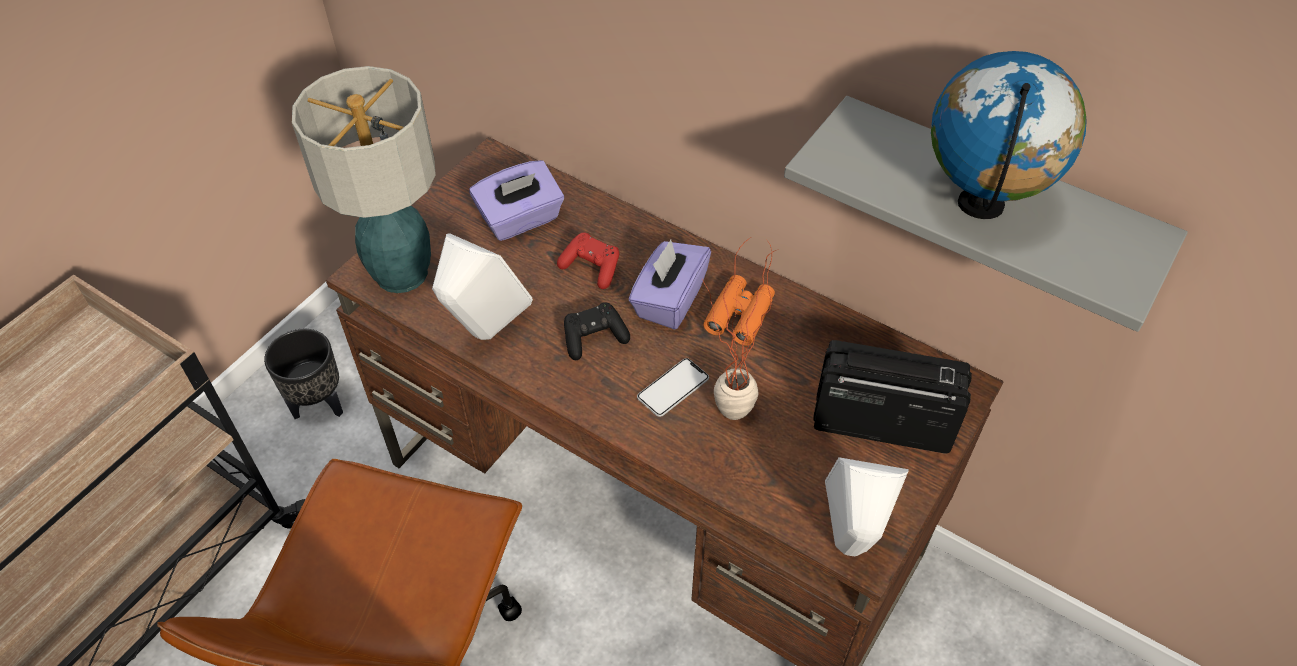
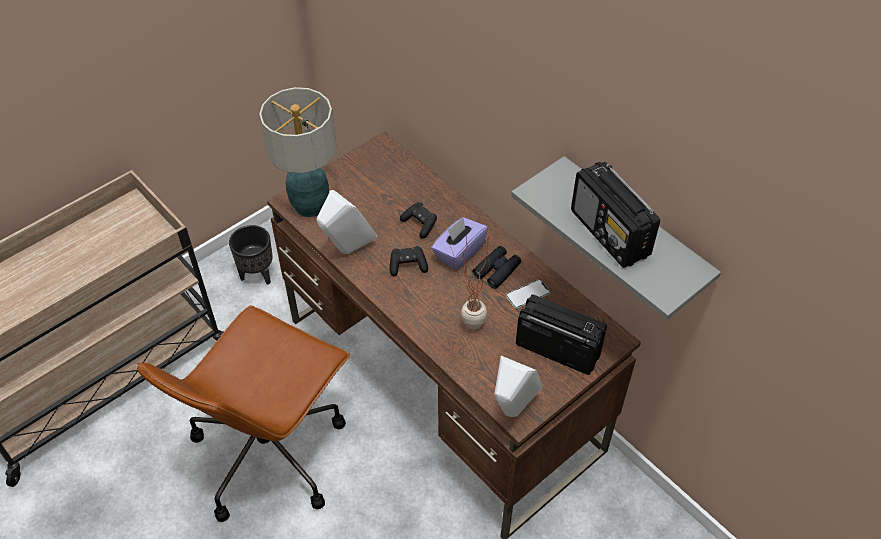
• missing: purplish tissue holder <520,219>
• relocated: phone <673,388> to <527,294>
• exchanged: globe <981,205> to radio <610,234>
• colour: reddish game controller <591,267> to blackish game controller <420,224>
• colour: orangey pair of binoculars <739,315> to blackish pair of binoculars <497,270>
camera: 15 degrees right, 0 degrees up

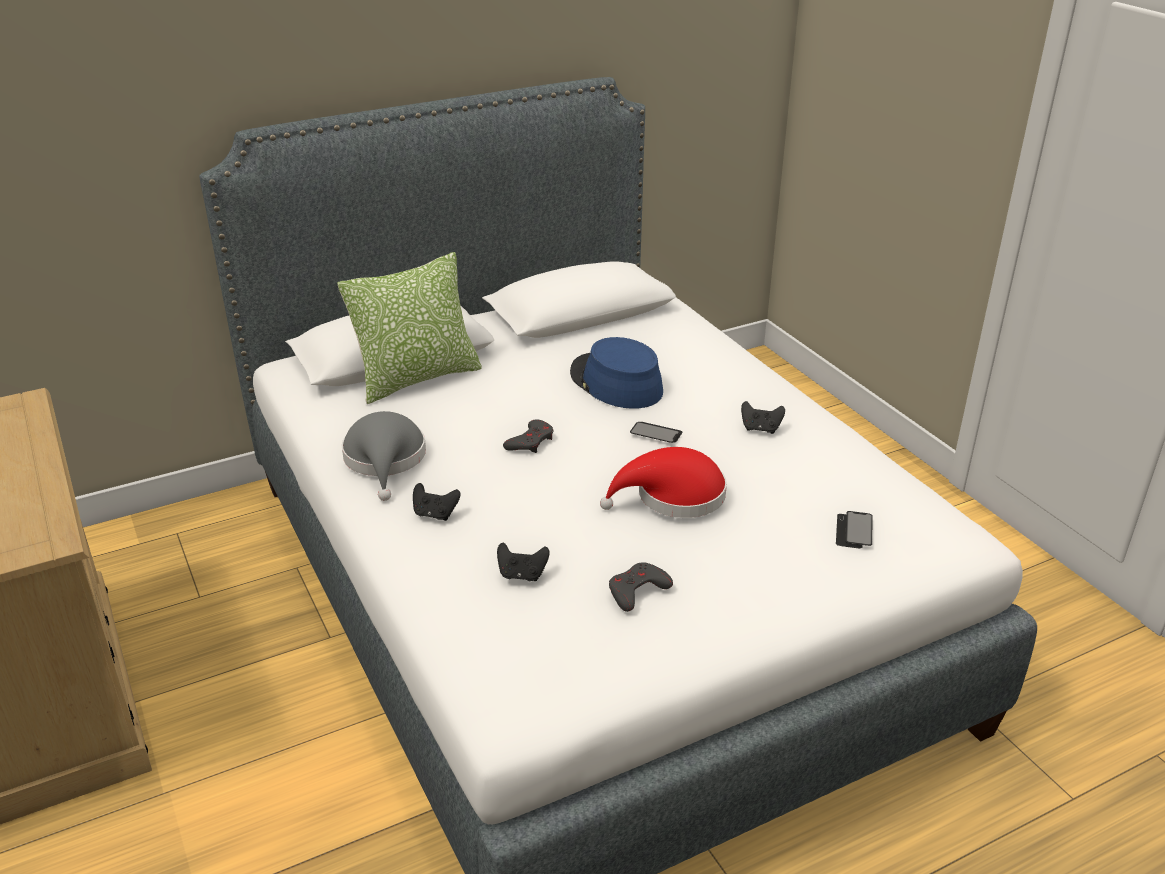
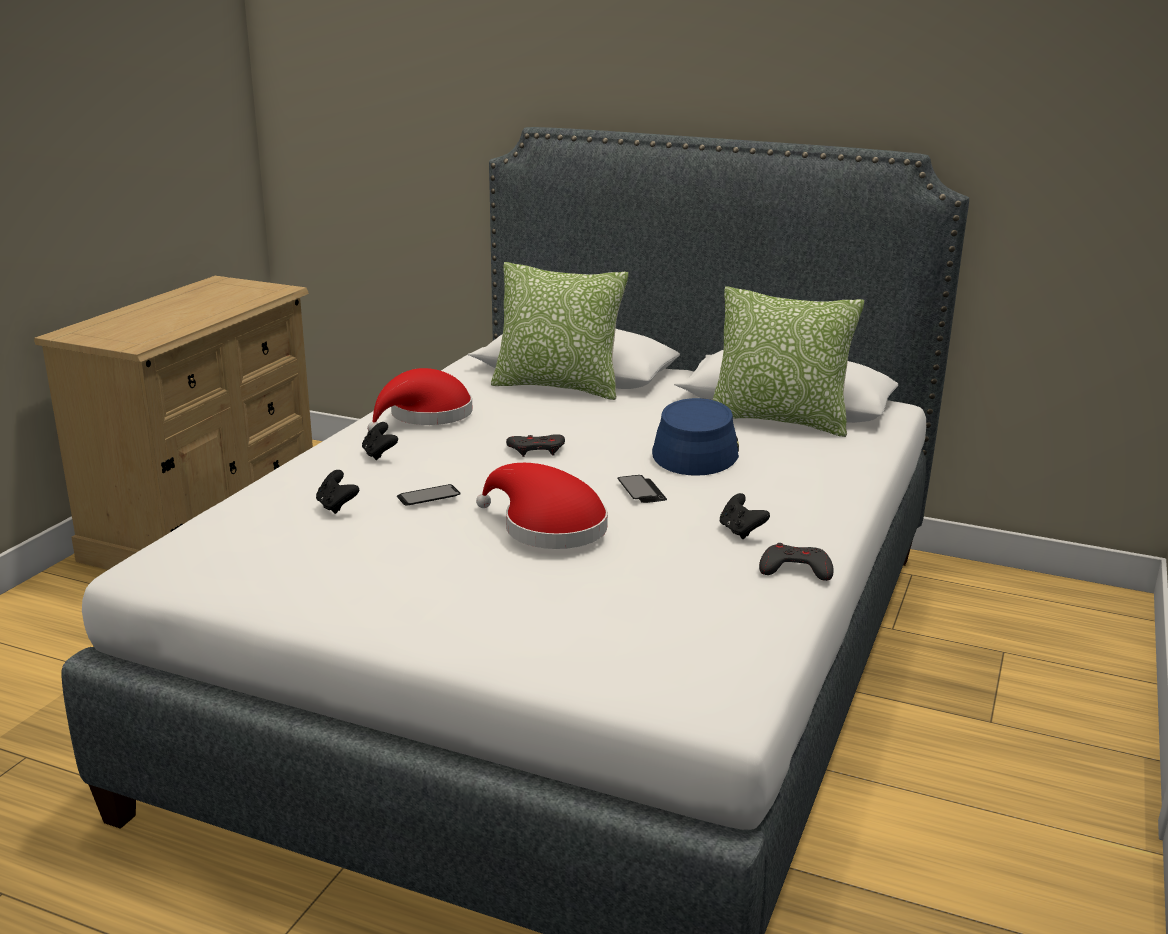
• appeared: pillow <779,421>
• relocated: grey game controller <637,590> to <795,569>
• relocated: phone <854,531> to <428,497>
• colour: grey wearable hat <385,460> to reddish wearable hat <426,416>
camera: 50 degrees right, 10 degrees down

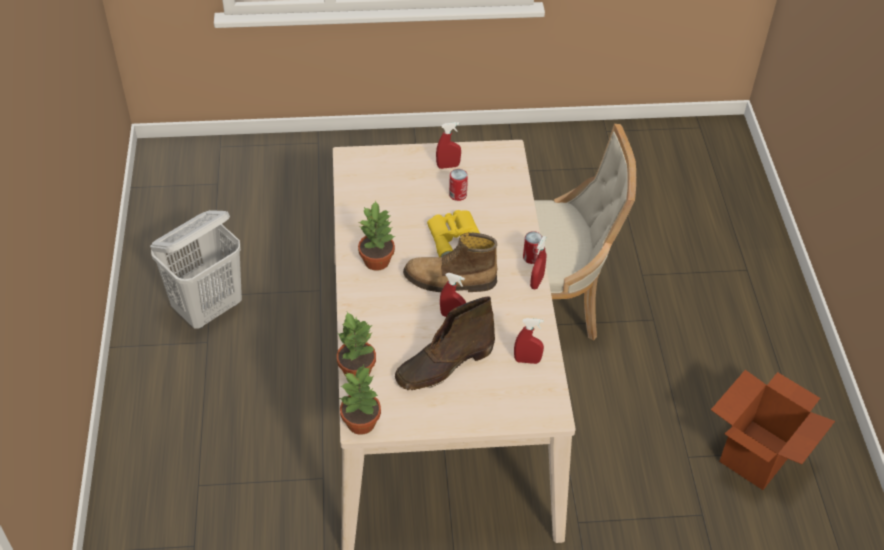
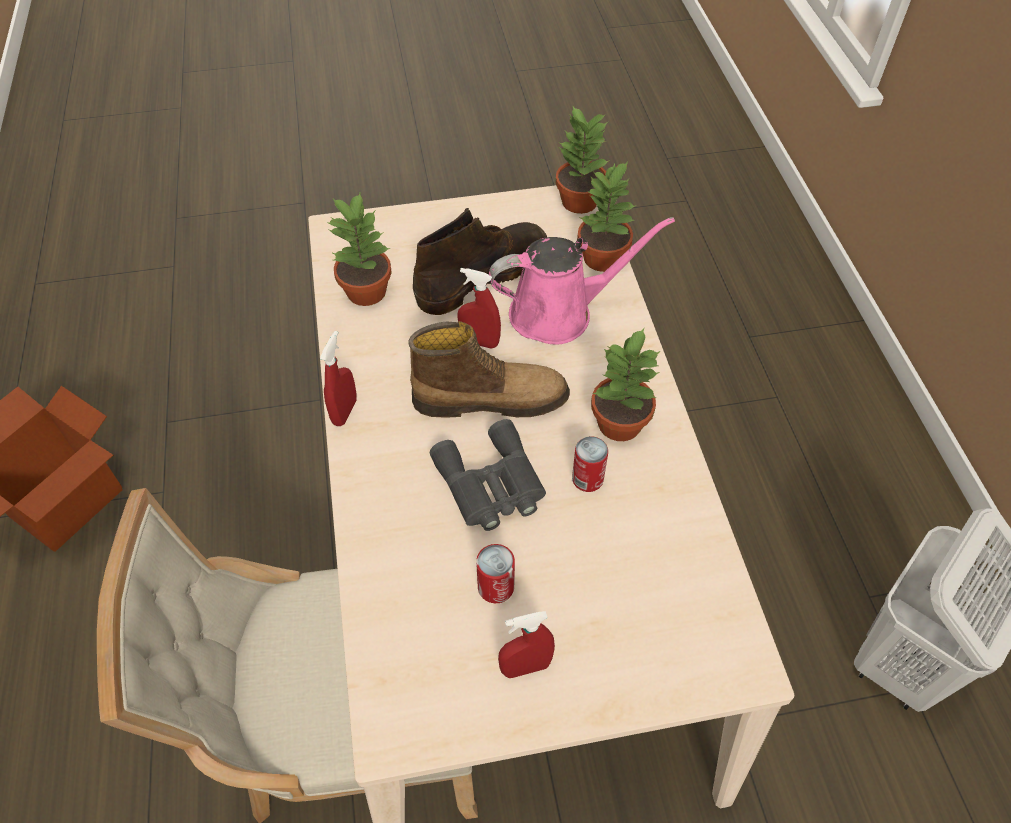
• appeared: pinkish sprinkling can <559,312>
• relocated: can <531,257> to <587,479>
• exchanged: reddish sprayer <527,360> to potted plant <366,290>
• colour: yellowish pair of binoculars <455,237> to grey pair of binoculars <491,485>
camera: 175 degrees right, 5 degrees up

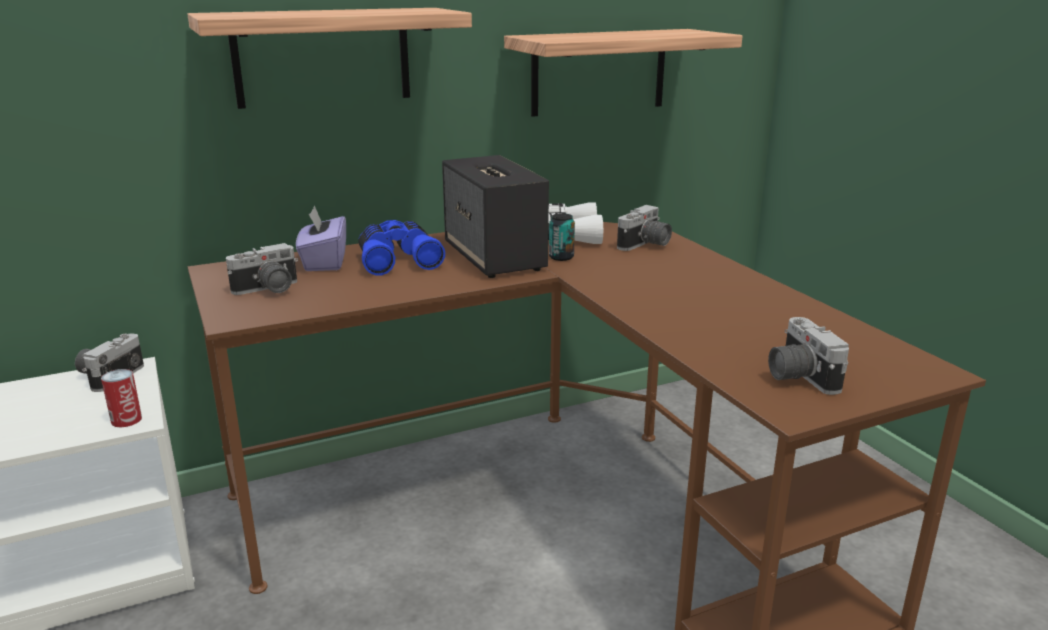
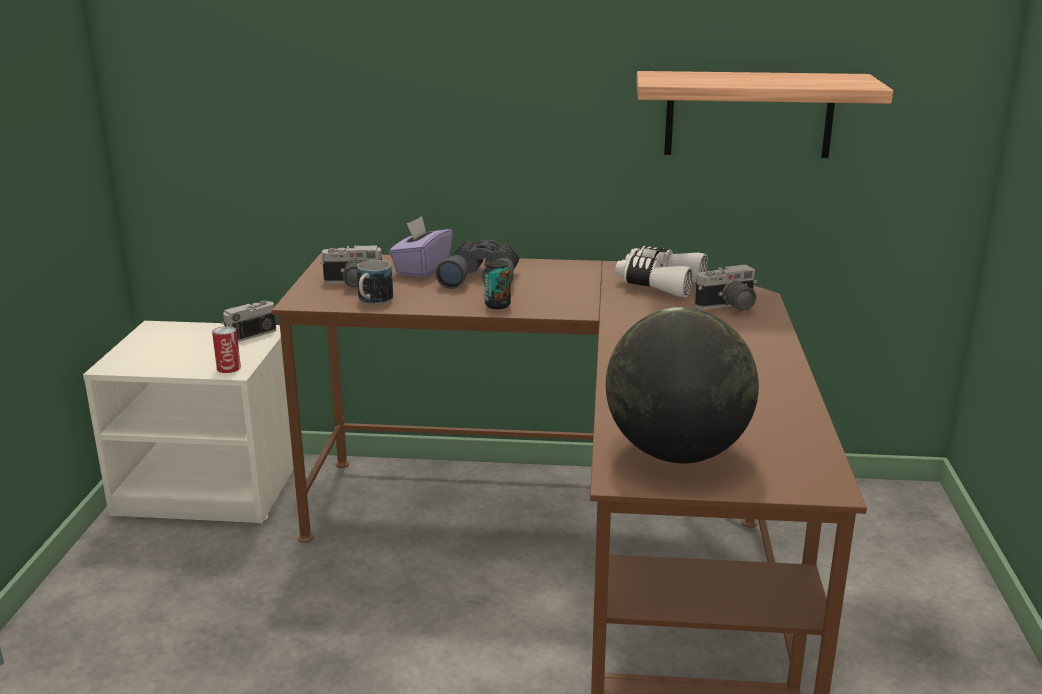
• missing: wall shelf <322,57>
• missing: audio speaker <495,257>
• appeared: coffee mug <372,301>
• relocated: can <561,257> to <497,305>
• exchanged: photo camera <797,376> to globe <677,453>
• colour: blue-coloured pair of binoculars <398,260> to grey pair of binoculars <482,278>
camera: 30 degrees right, 0 degrees up

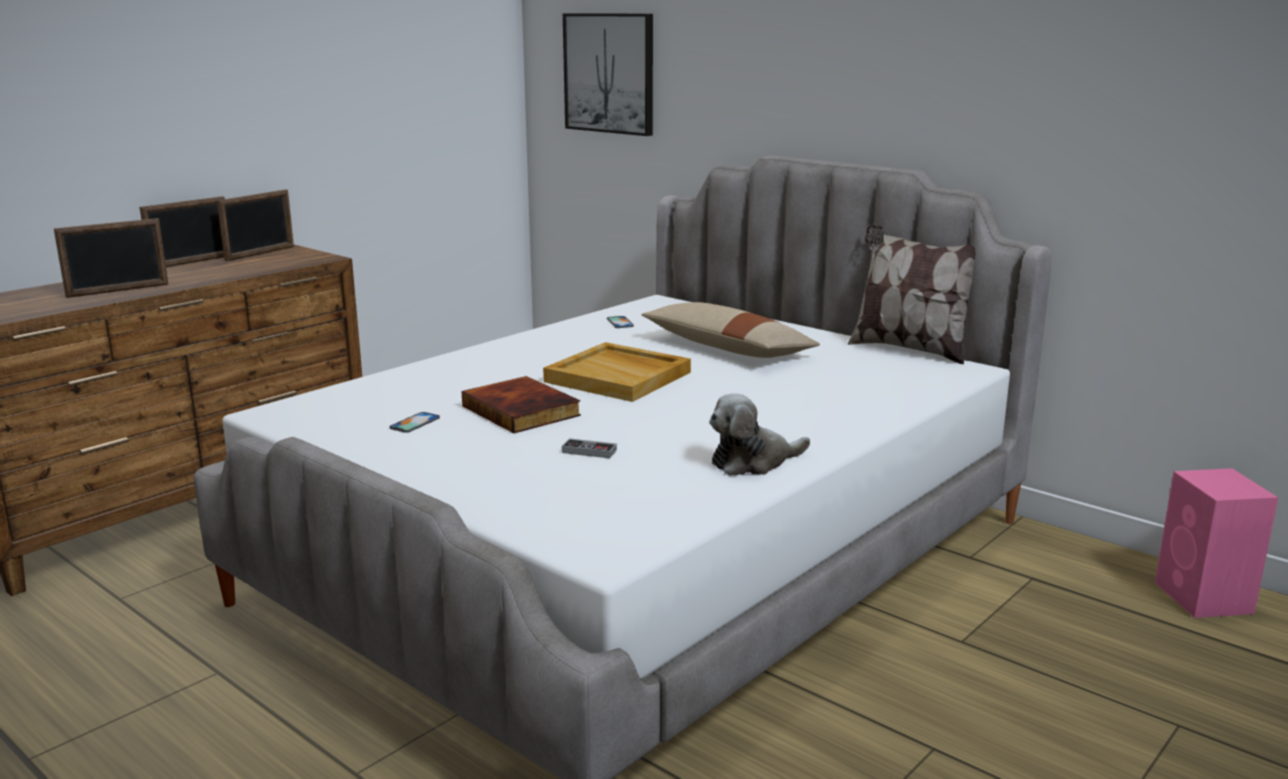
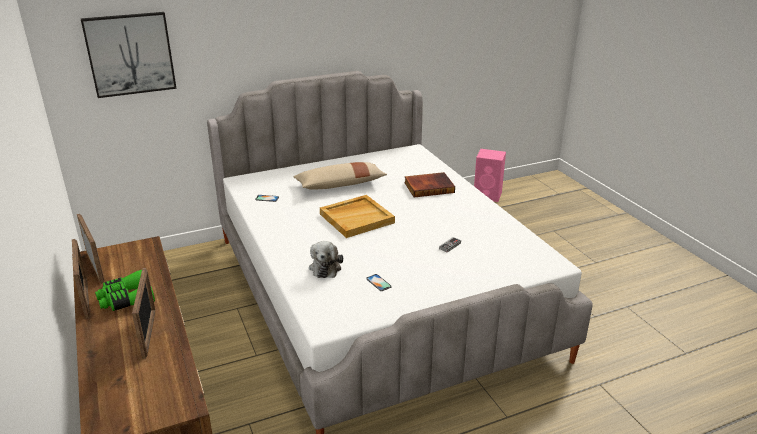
• missing: pillow <909,349>
• appeared: green pair of binoculars <126,299>
• relocated: volume <523,410> to <429,187>
• relocated: soft toy <753,462> to <325,267>
camera: 65 degrees left, 10 degrees up

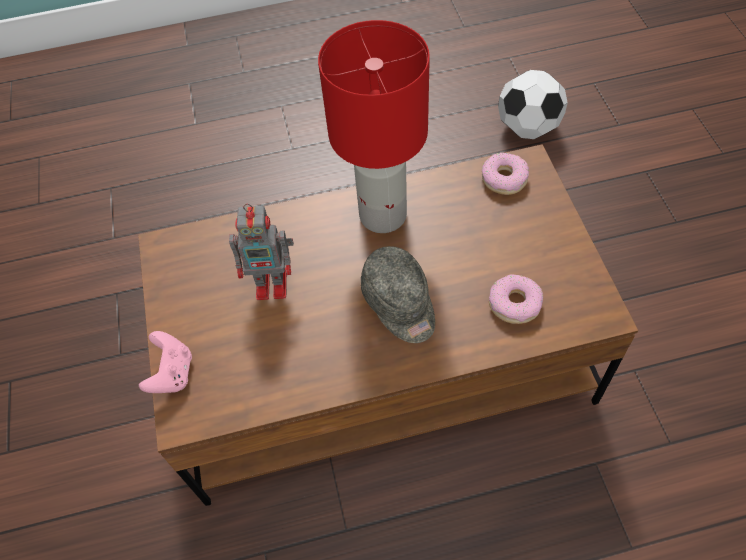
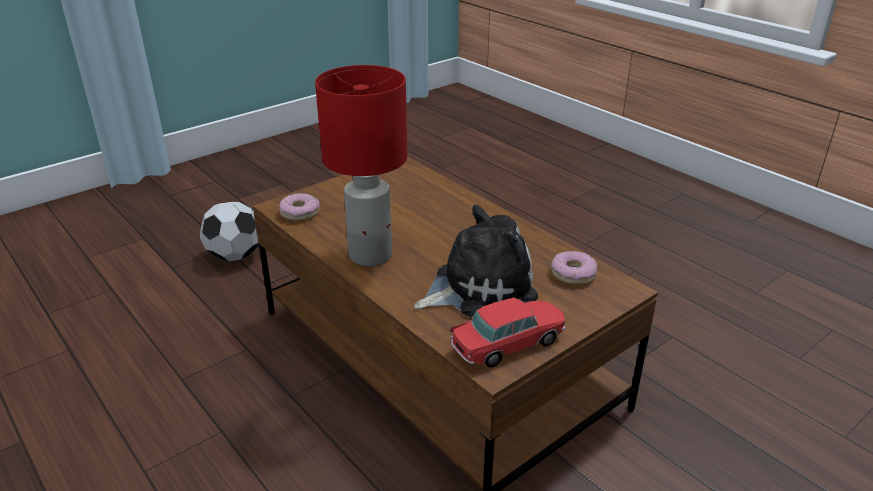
• missing: pinkish game controller <172,373>
• missing: grey cap <400,304>
• appeared: toy car <508,344>
• relocated: donut <514,304> to <573,274>
• relocated: football <528,128> to <235,256>
• exchanged: model robot <274,284> to soft toy <478,287>
camera: 120 degrees left, 25 degrees down

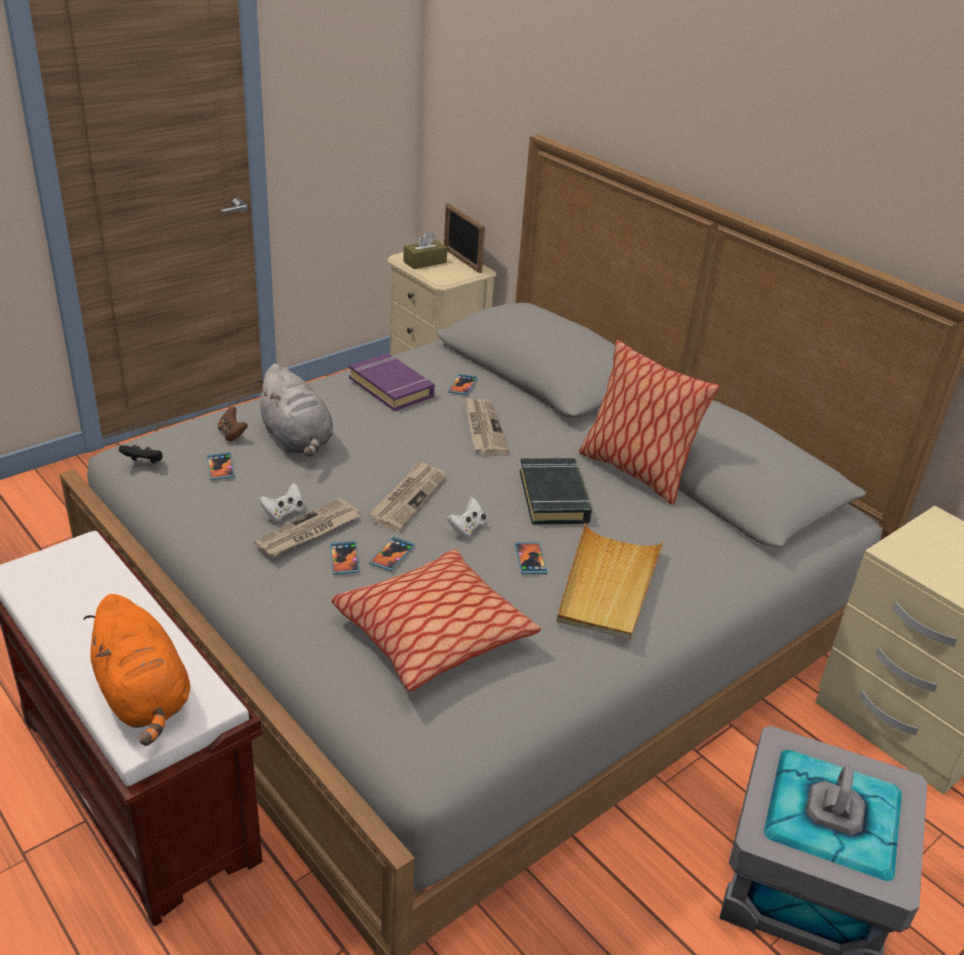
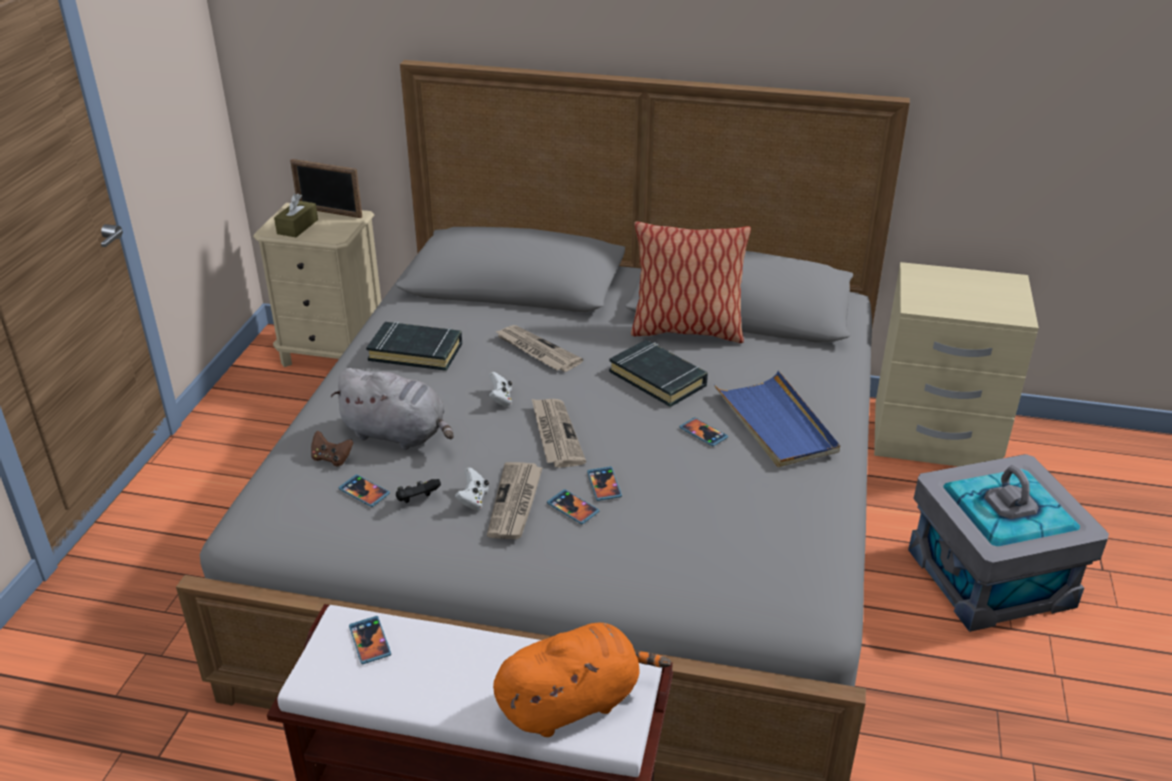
• missing: pillow <433,633>
• relocated: blackish game controller <144,462> to <417,500>
• relocated: whitish game controller <467,528> to <501,399>
• relocated: phone <462,386> to <370,641>
• colour: purplish volume <392,387> to blackish volume <416,351>
• colour: sand-coloured carrying tray <608,586> to blue-coloured carrying tray <776,423>
• spun: orangey soft toy <144,697> = <573,702> 45 degrees counterclockwise
camera: 35 degrees left, 0 degrees up

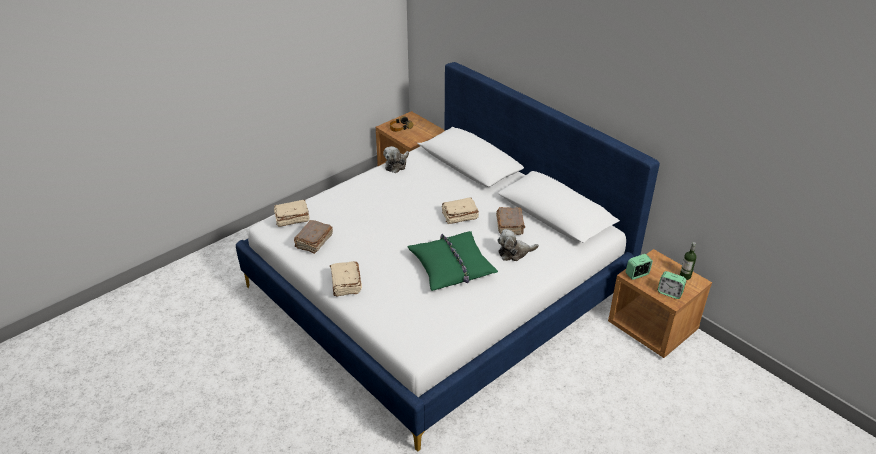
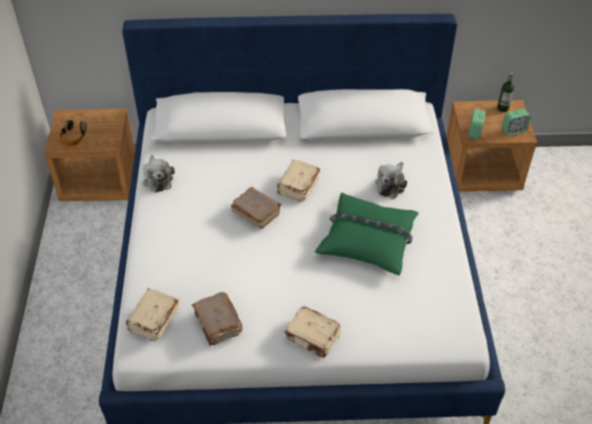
• relocated: brown-coloured volume <510,226> to <255,213>
camera: 50 degrees left, 10 degrees up

